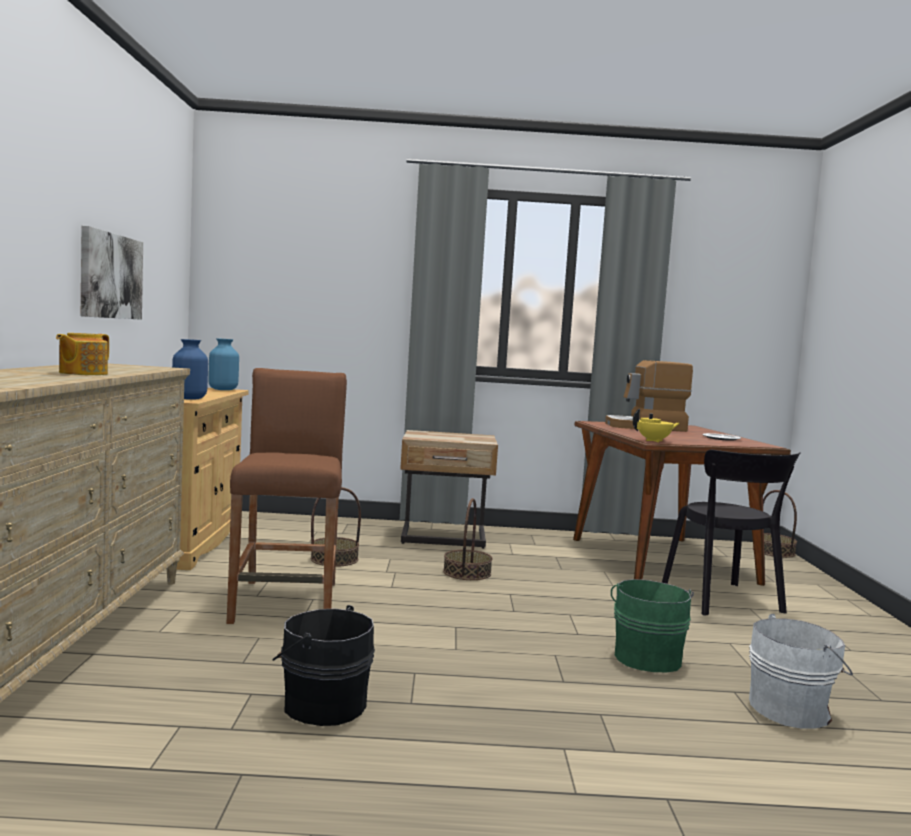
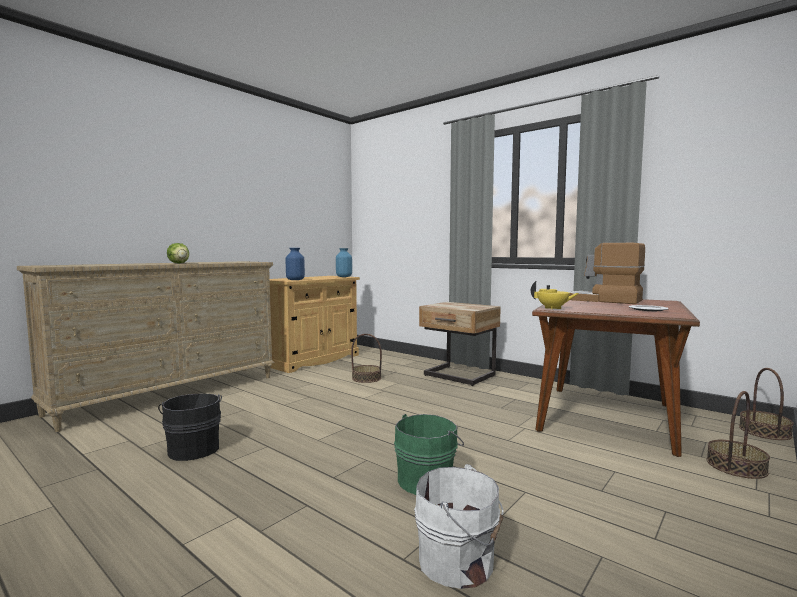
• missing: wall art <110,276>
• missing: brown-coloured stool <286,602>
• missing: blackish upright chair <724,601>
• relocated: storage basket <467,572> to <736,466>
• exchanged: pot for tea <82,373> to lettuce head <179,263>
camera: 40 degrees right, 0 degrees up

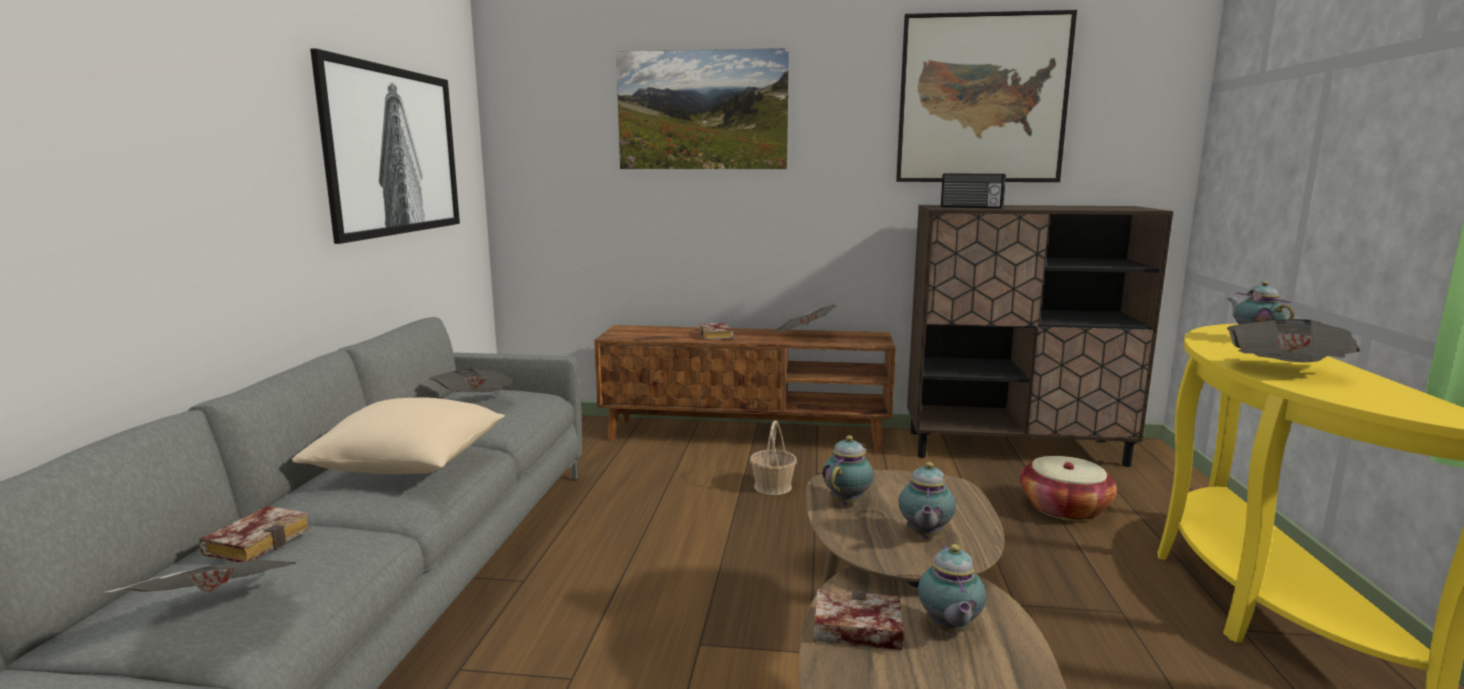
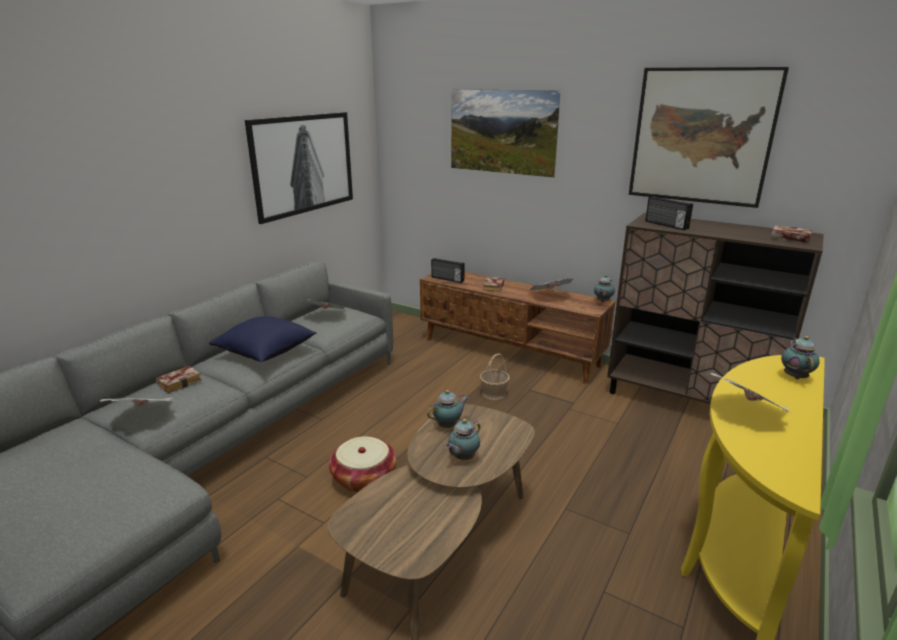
• appeared: radio <447,279>
• relocated: volume <853,630> to <788,238>
• relocated: pot for tea <948,630> to <602,302>
• relocated: storage basket <1064,508> to <364,478>
• colour: sand-coloured pillow <411,466> to blue-coloured pillow <266,352>
camera: 25 degrees right, 10 degrees up

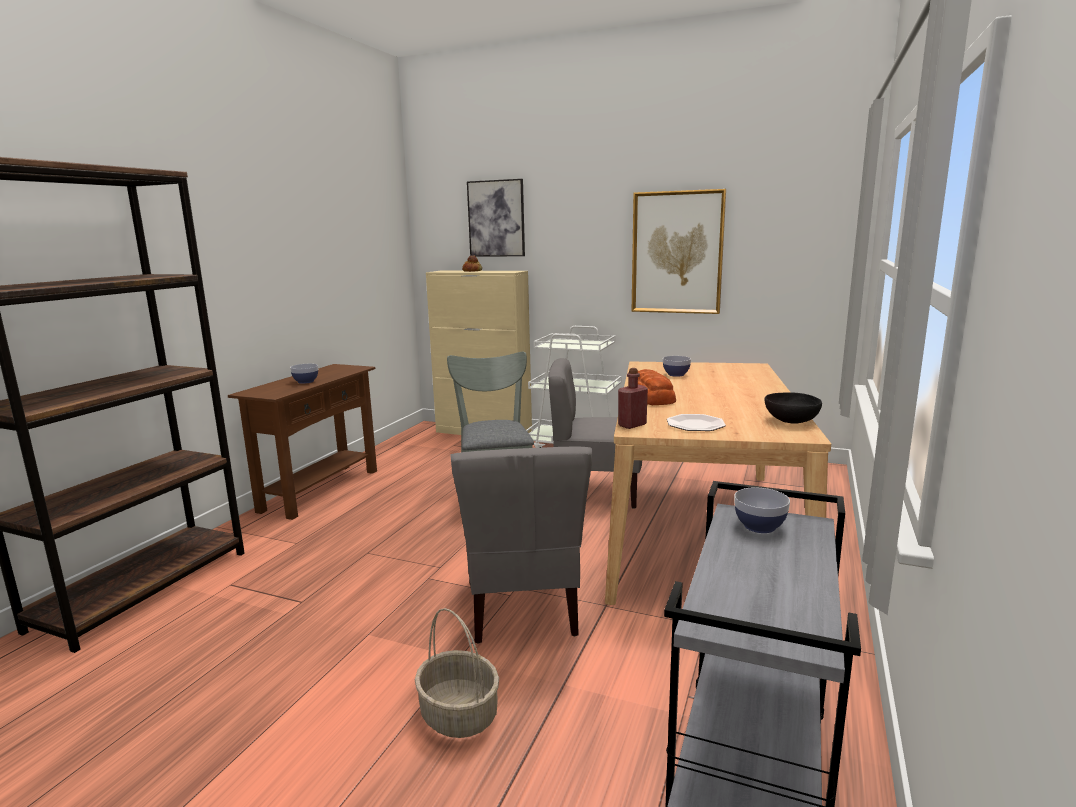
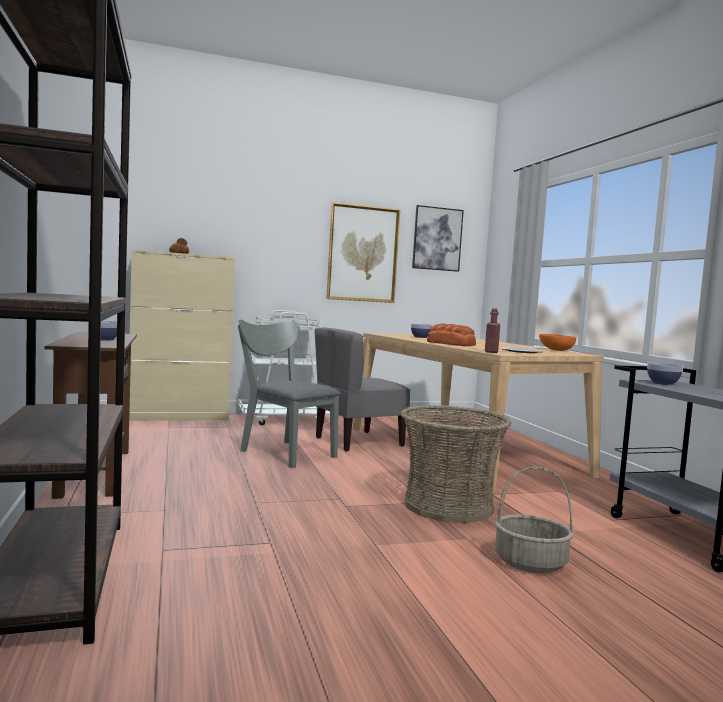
• relocated: wall art <496,218> to <437,239>
• exchanged: grey upright chair <523,608> to storage basket <448,506>
• colour: blackish bowl <790,420> to orangey bowl <556,350>
camera: 40 degrees left, 10 degrees down

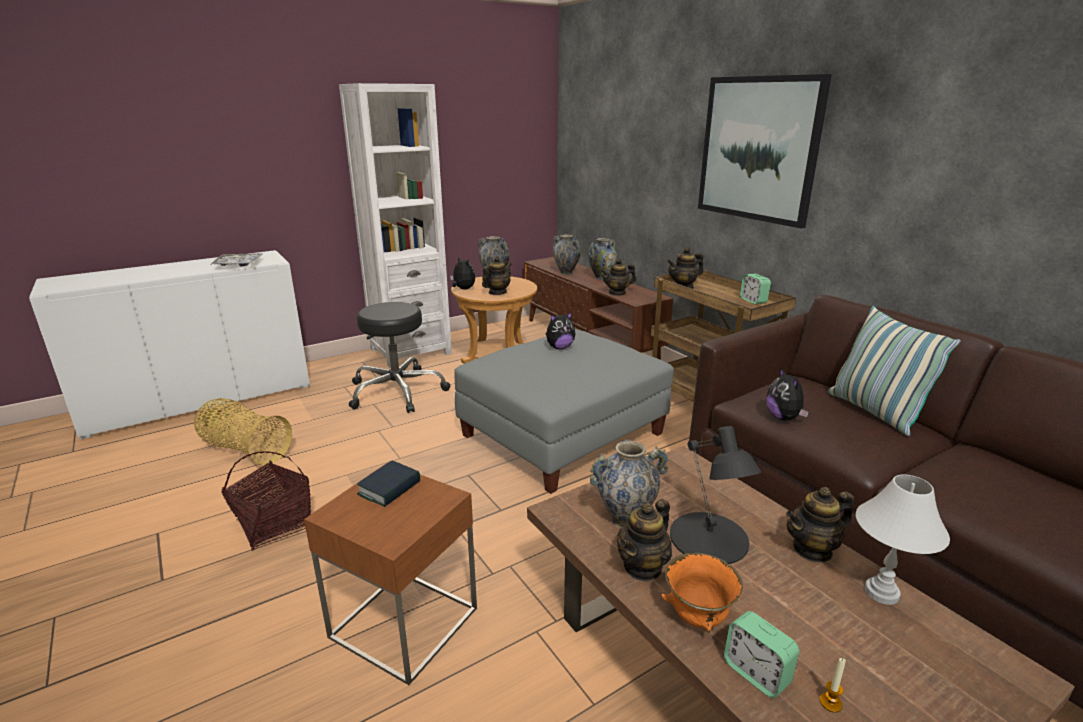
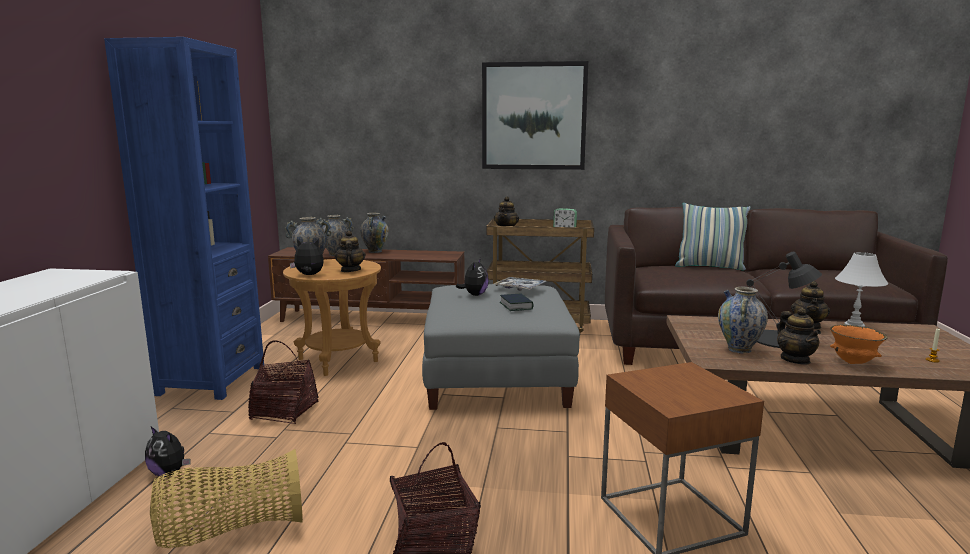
• missing: pot for tea <617,293>
• missing: table clock <756,673>
• relocated: carrying tray <238,264> to <520,288>
• relocated: volume <389,488> to <516,306>
• relocated: soft toy <784,418> to <169,473>
• exchanged: blackish stool <397,391> to storage basket <284,411>
• colour: whitish bookcase <410,351> to blue-coloured bookcase <211,380>
camera: 50 degrees left, 10 degrees down

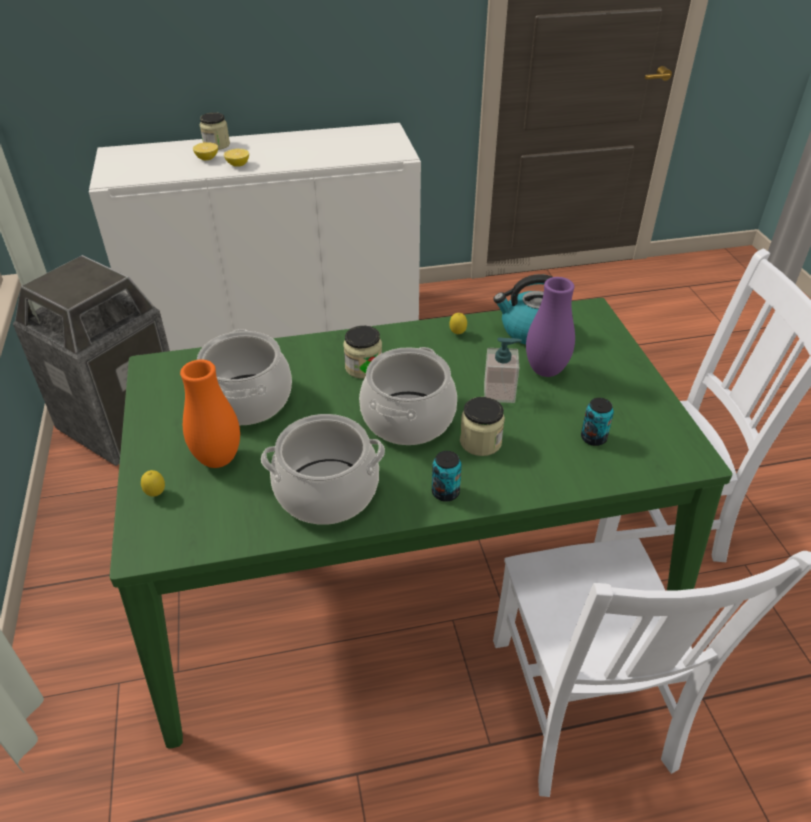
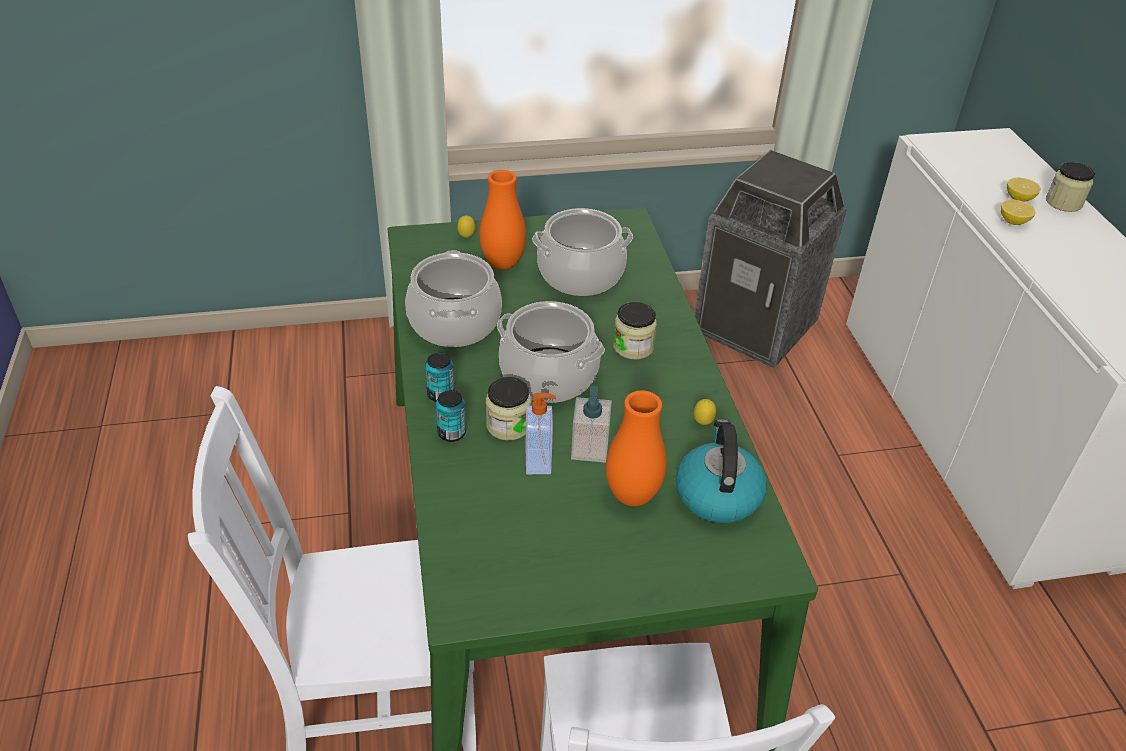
• appeared: soap dispenser <539,462>
• relocated: can <593,438> to <452,433>
• colour: purplish vase <545,370> to orangey vase <632,496>
camera: 90 degrees right, 0 degrees up

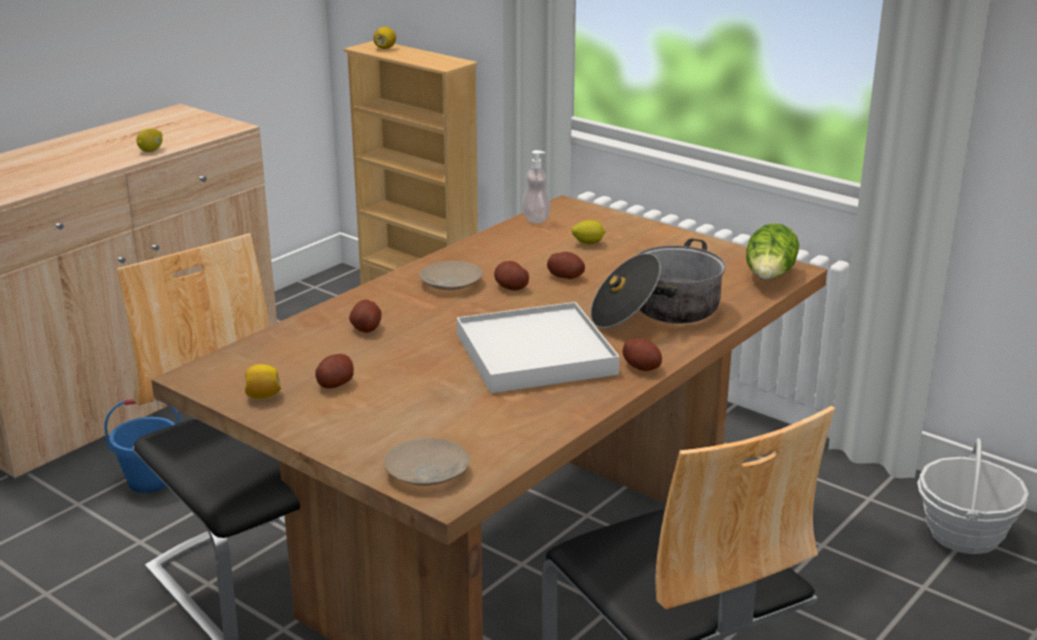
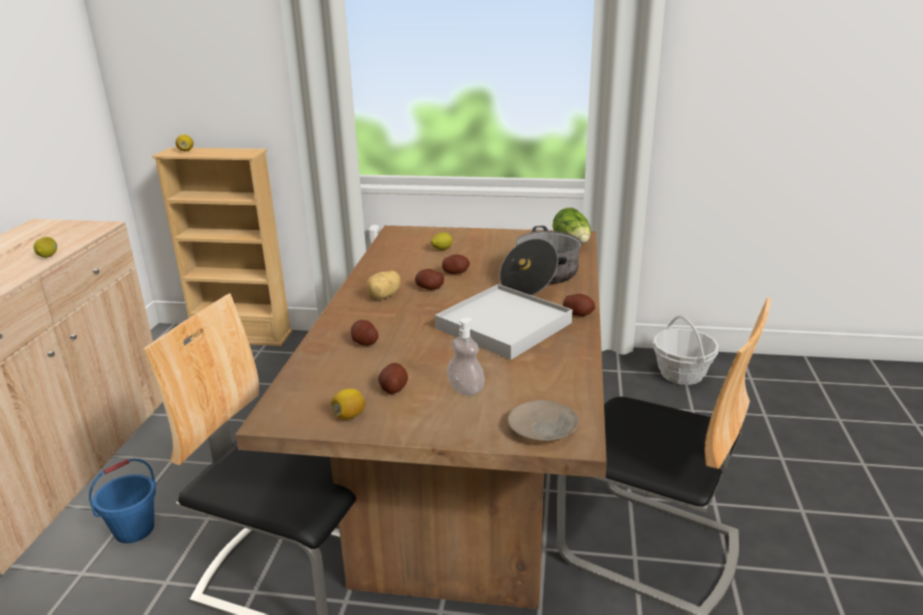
• relocated: soap dispenser <536,219> to <465,389>
• exchanged: sand-coloured flat dish <451,283> to potato <385,296>
camera: 30 degrees left, 0 degrees up

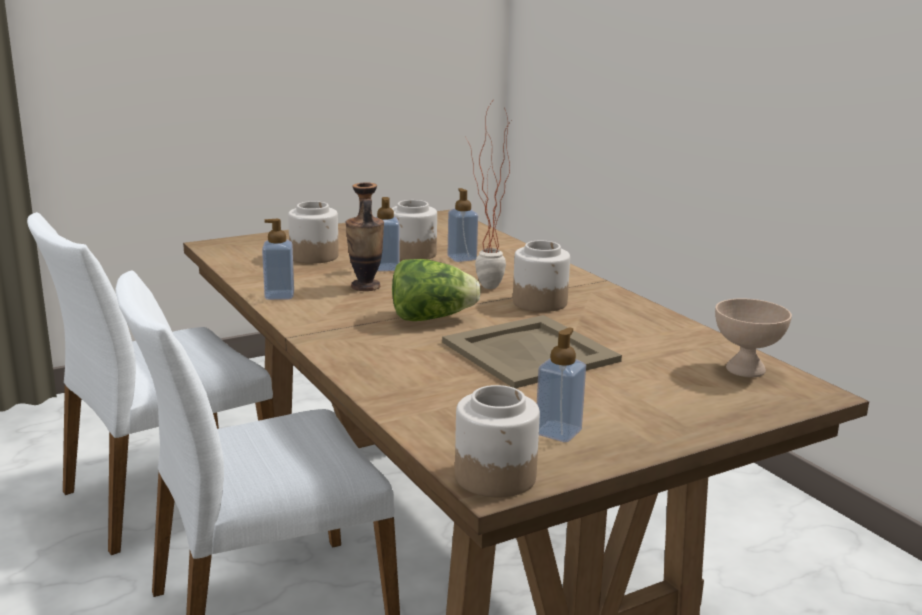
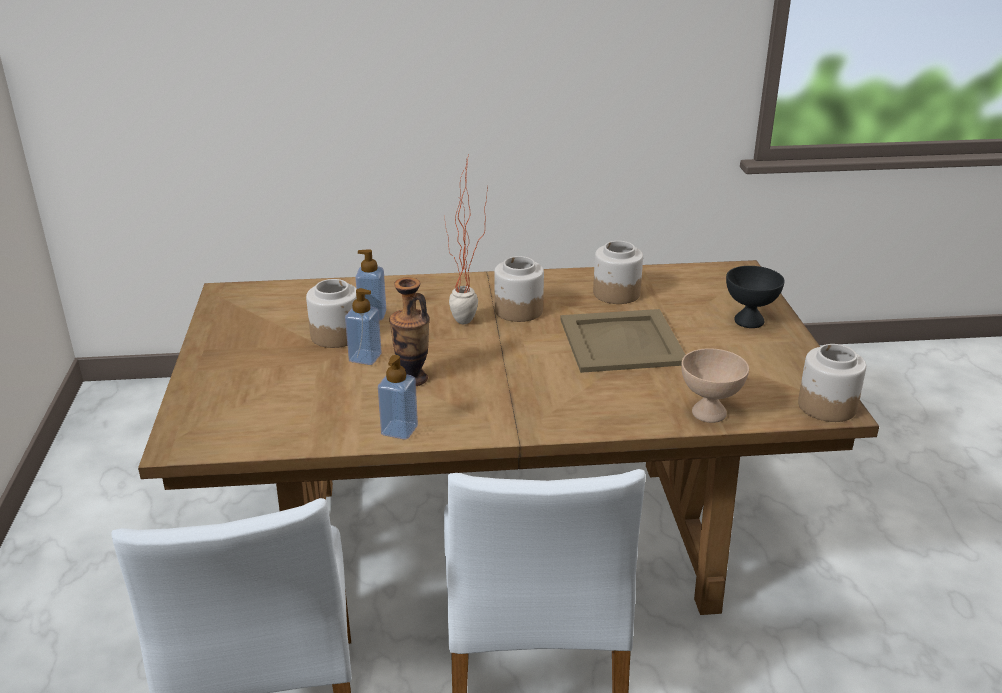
• missing: lettuce head <431,318>
• missing: soap dispenser <558,432>
• appeared: blackish bowl <750,321>
• relocated: storage jar <314,256> to <616,293>
• relocated: sand-coloured bowl <744,369> to <708,413>
camera: 65 degrees left, 10 degrees up

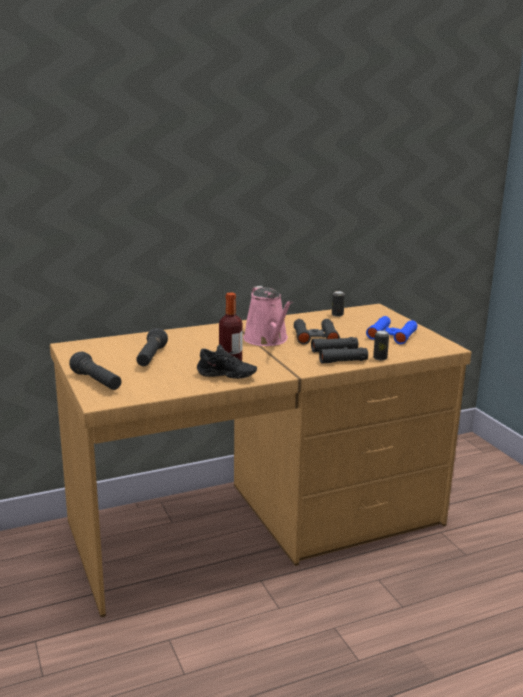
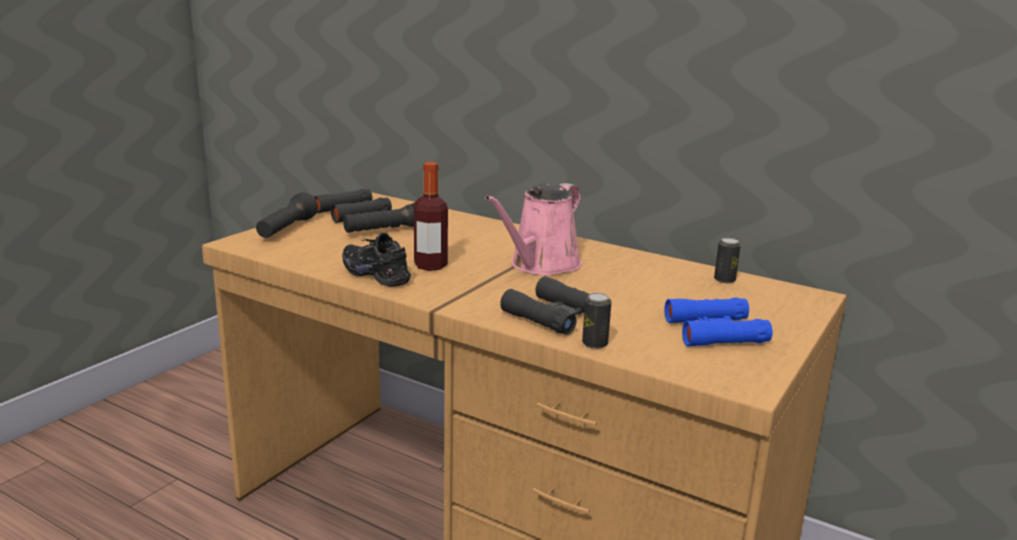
• relocated: blackish pair of binoculars <315,337> to <352,213>
• spun: blackish item of footwear <226,377> = <378,274> 150 degrees clockwise
camera: 55 degrees right, 0 degrees up

